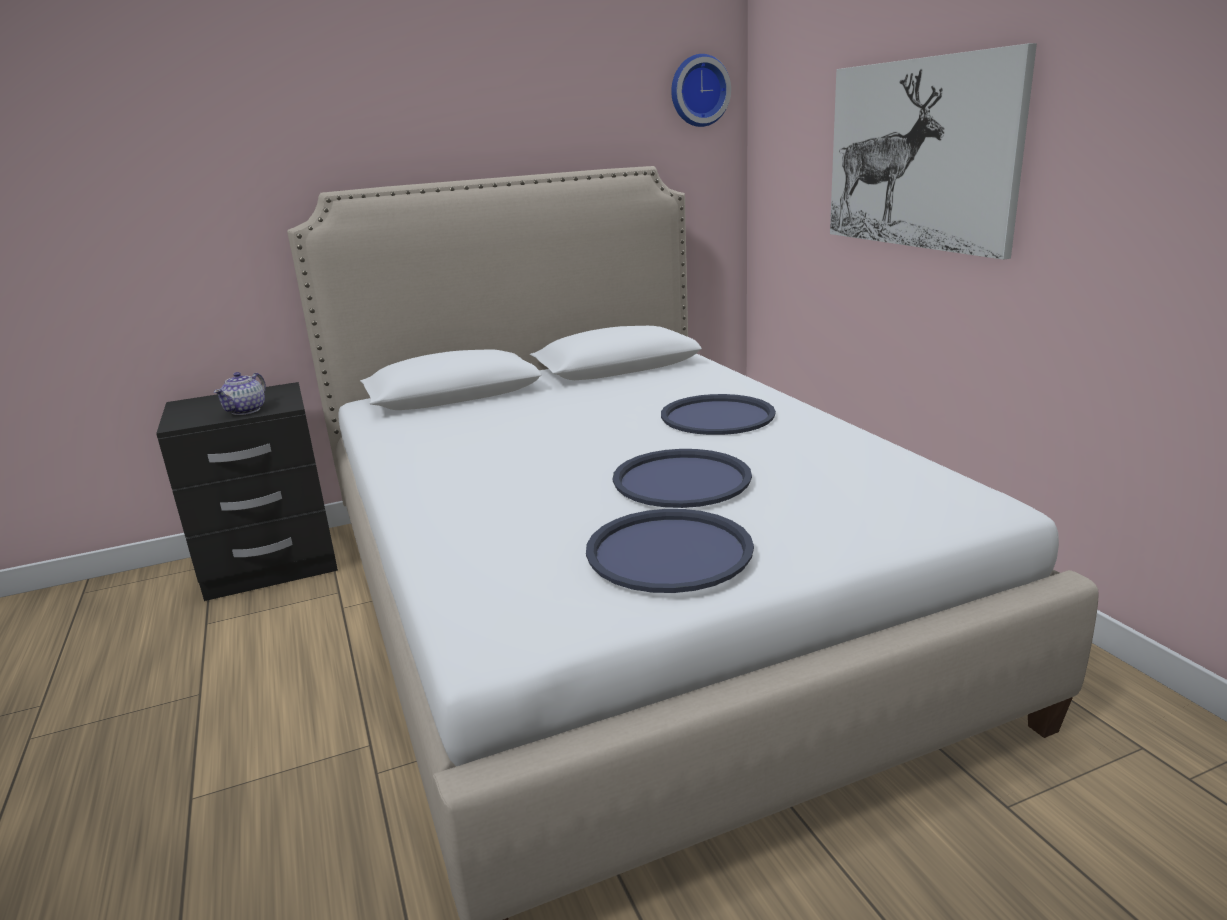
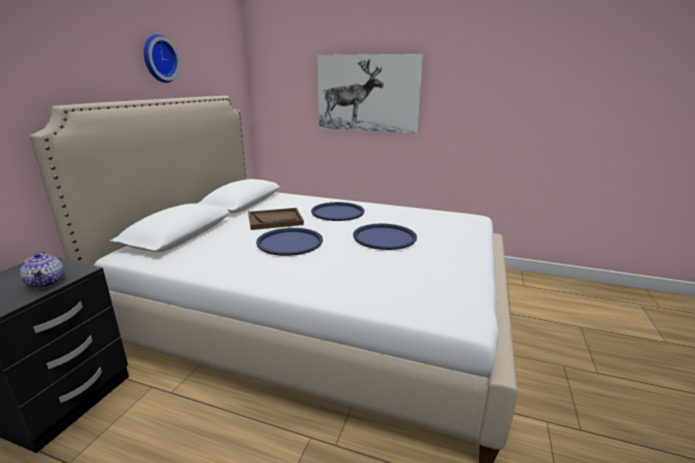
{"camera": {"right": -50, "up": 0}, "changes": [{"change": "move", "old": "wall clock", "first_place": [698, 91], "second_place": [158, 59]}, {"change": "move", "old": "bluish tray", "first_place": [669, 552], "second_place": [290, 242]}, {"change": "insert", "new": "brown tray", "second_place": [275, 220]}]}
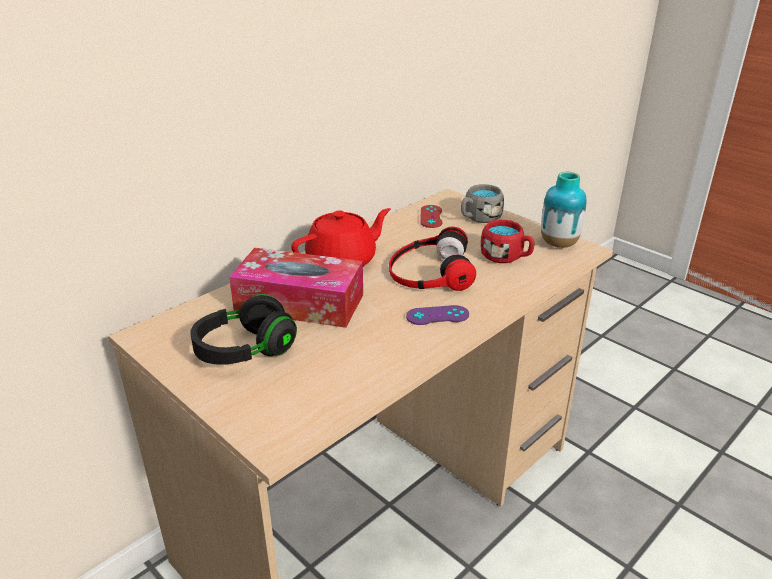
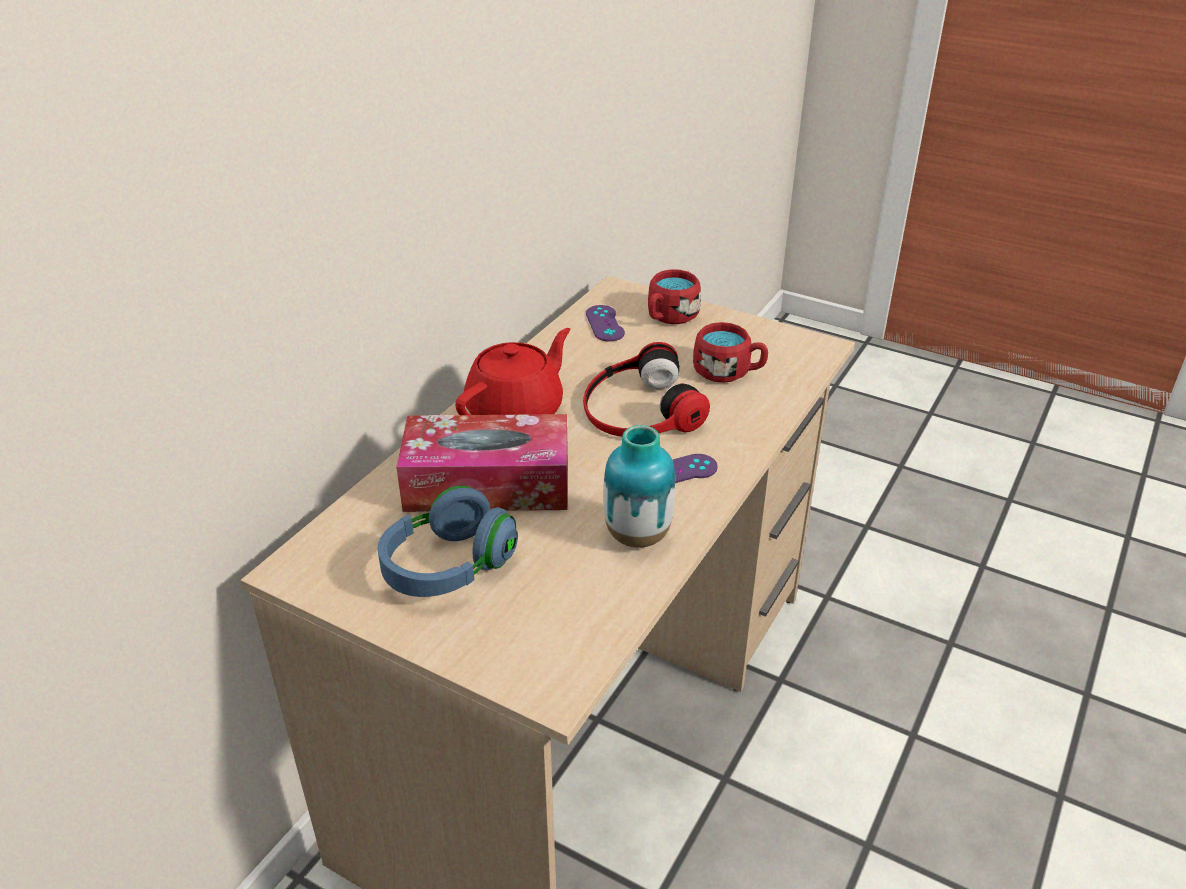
{"camera": {"right": -15, "up": 5}, "changes": [{"change": "move", "old": "decorative vase", "first_place": [558, 244], "second_place": [637, 535]}, {"change": "recolor", "old": "gray mug", "new": "red-coloured mug", "first_place": [479, 218], "second_place": [669, 317]}, {"change": "recolor", "old": "red-coloured gamepad", "new": "purple gamepad", "first_place": [431, 216], "second_place": [605, 323]}, {"change": "recolor", "old": "black headset", "new": "bluish headset", "first_place": [245, 350], "second_place": [448, 567]}]}
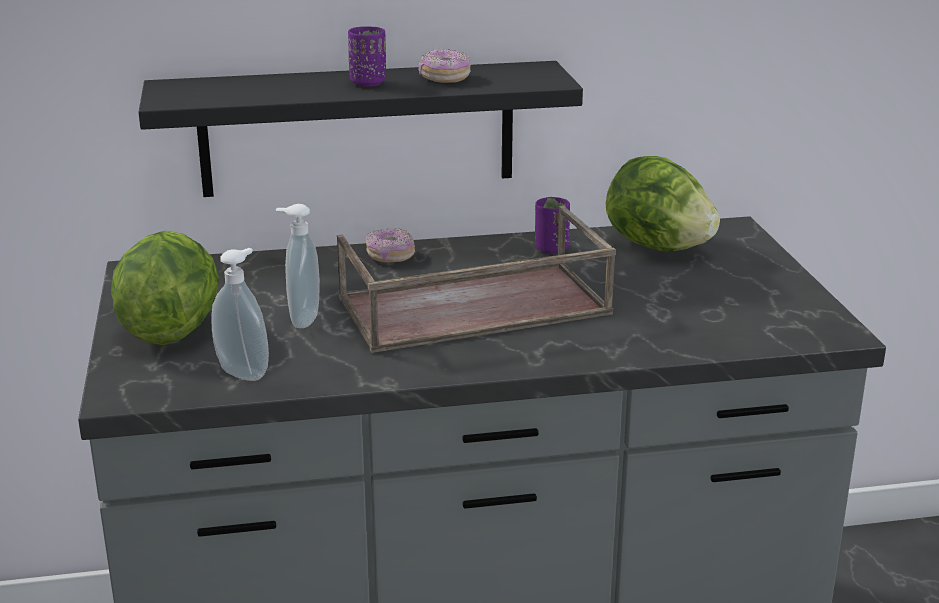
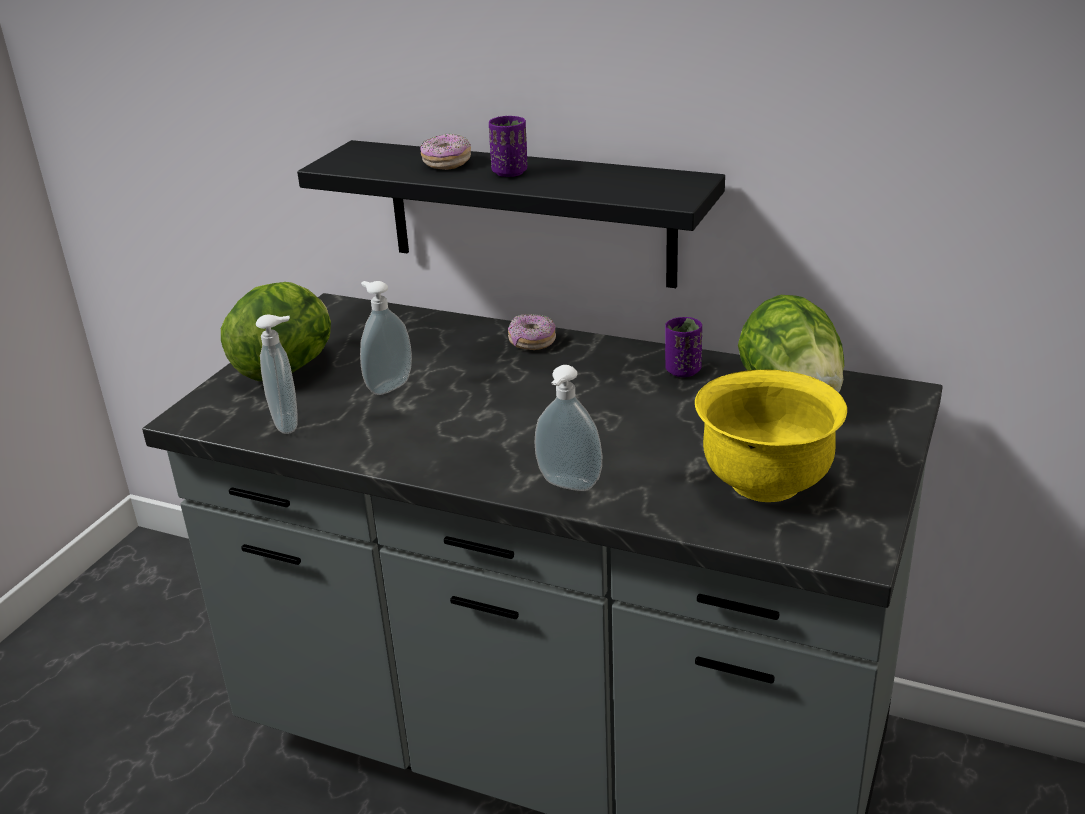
{"camera": {"right": 35, "up": 5}, "changes": [{"change": "move", "old": "donut", "first_place": [444, 78], "second_place": [447, 163]}, {"change": "delete", "old": "brown tray", "first_place": [472, 308]}, {"change": "insert", "new": "soap dispenser", "second_place": [567, 486]}, {"change": "insert", "new": "yellow serving bowl", "second_place": [766, 482]}]}
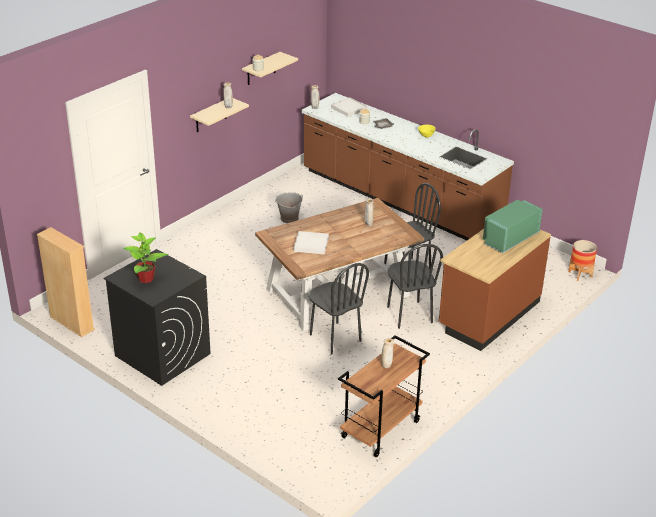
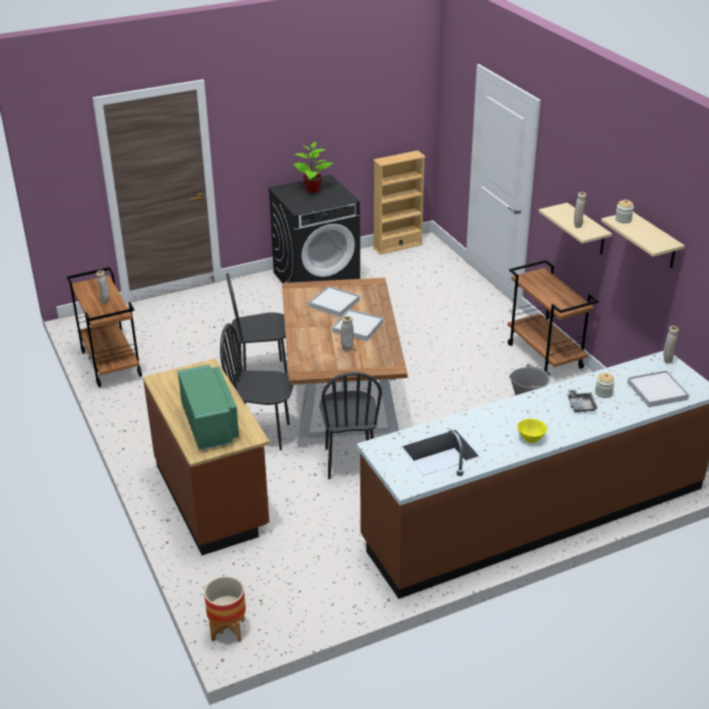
{"camera": {"right": 115, "up": 0}, "changes": [{"change": "insert", "new": "brown wheeled cart", "second_place": [545, 356]}, {"change": "insert", "new": "white tray", "second_place": [357, 327]}]}
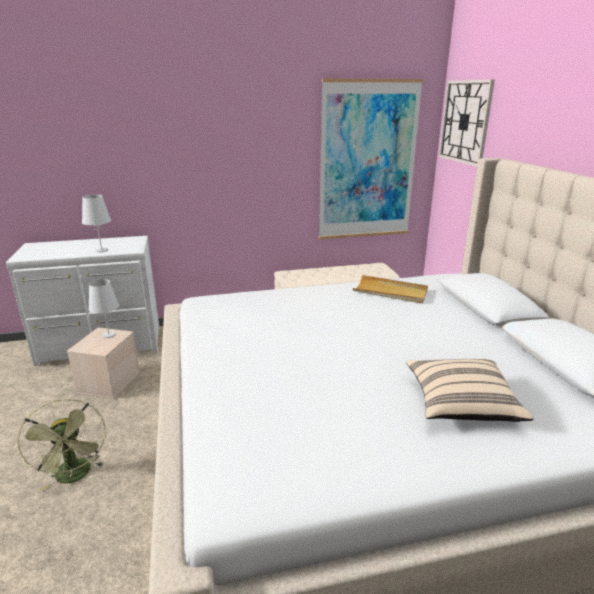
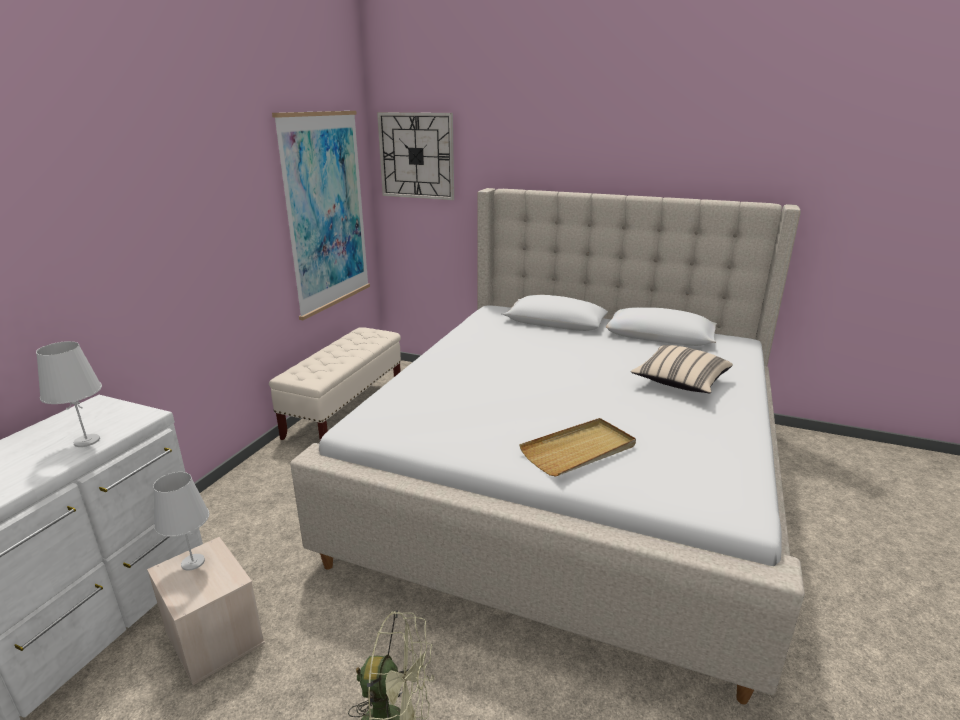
{"camera": {"right": -55, "up": 0}, "changes": [{"change": "move", "old": "beige tray", "first_place": [390, 292], "second_place": [579, 450]}]}
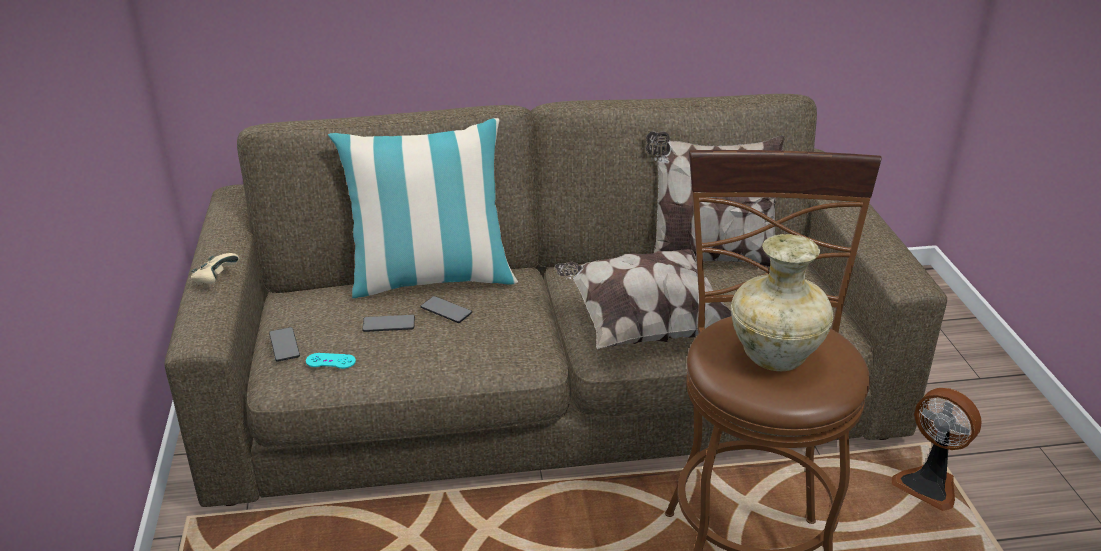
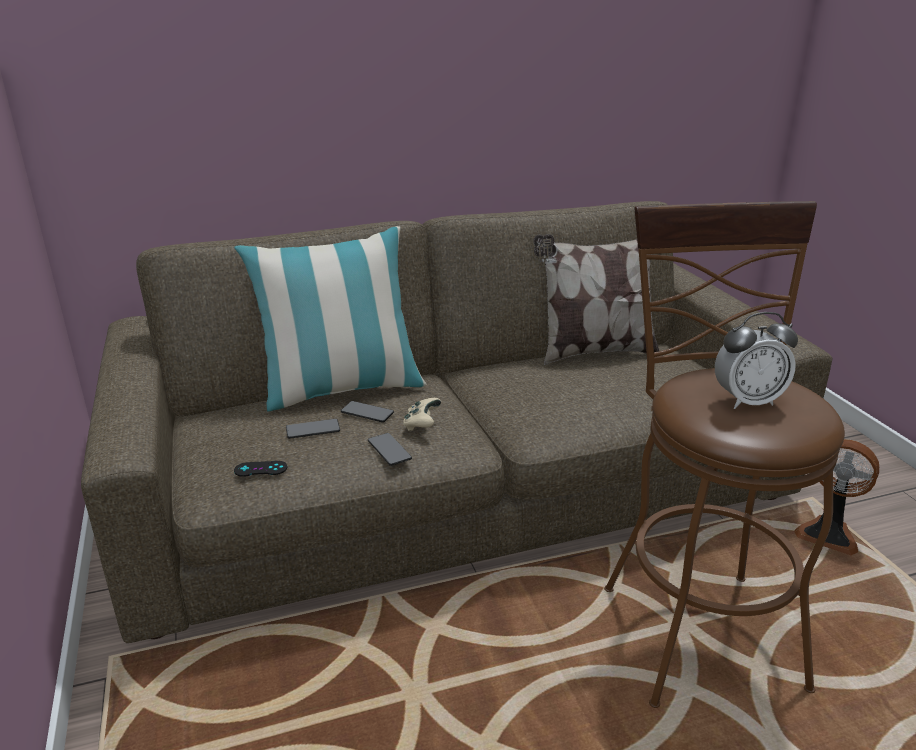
{"camera": {"right": -10, "up": -5}, "changes": [{"change": "replace", "old": "beige decorative vase", "new": "table clock", "first_place": [775, 355], "second_place": [747, 401]}, {"change": "delete", "old": "pillow", "first_place": [644, 324]}, {"change": "move", "old": "beige gamepad", "first_place": [215, 279], "second_place": [422, 424]}, {"change": "move", "old": "handset", "first_place": [284, 345], "second_place": [389, 450]}, {"change": "recolor", "old": "turquoise gamepad", "new": "black gamepad", "first_place": [330, 361], "second_place": [260, 469]}]}
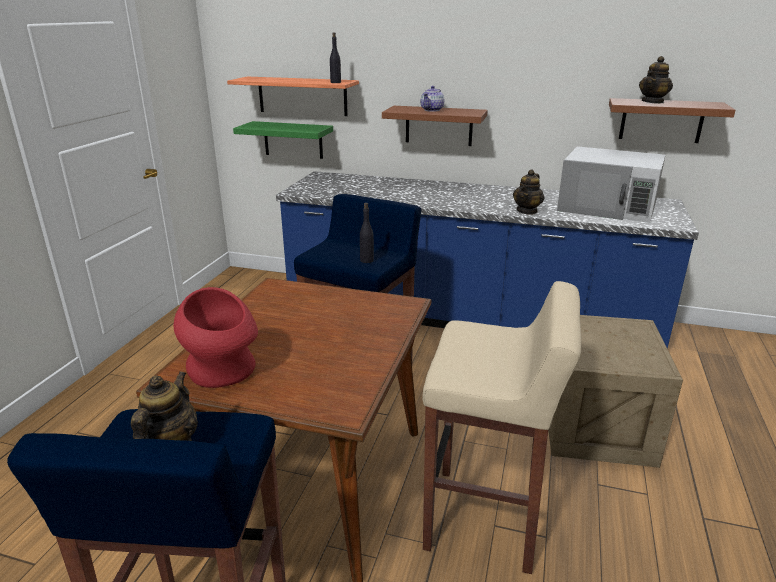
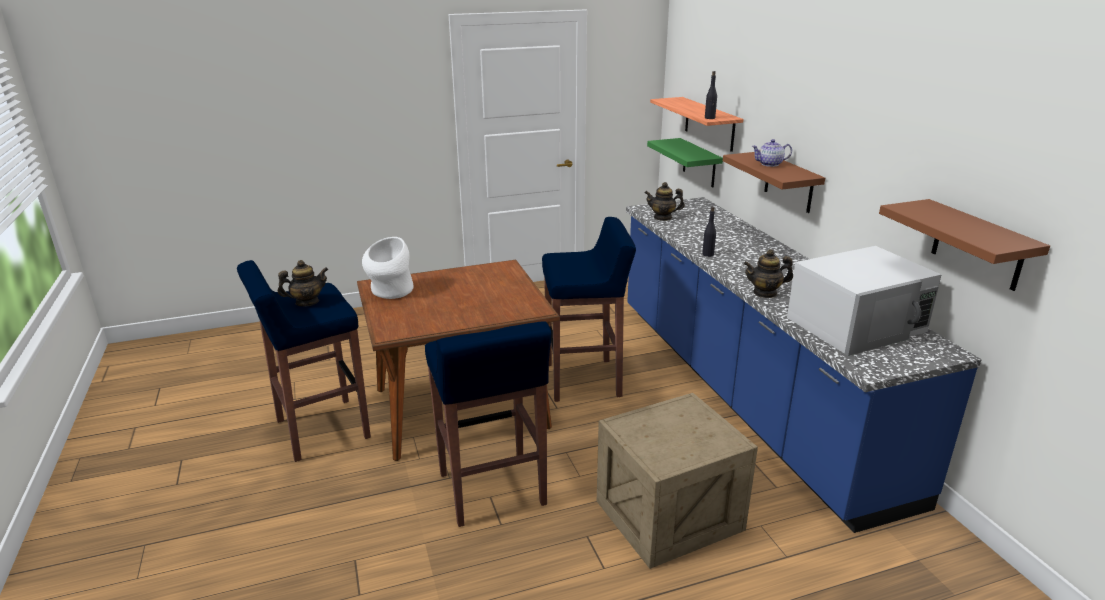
{"camera": {"right": 55, "up": 0}, "changes": [{"change": "move", "old": "tea pot", "first_place": [653, 102], "second_place": [663, 217]}, {"change": "rotate", "old": "white kitchen microwave", "first_place": [607, 207], "second_place": [857, 325], "degrees": -105}, {"change": "move", "old": "black drink bottle", "first_place": [367, 260], "second_place": [708, 254]}, {"change": "recolor", "old": "beige stool seat", "new": "bluish stool seat", "first_place": [485, 519], "second_place": [492, 490]}, {"change": "recolor", "old": "red-coloured decorative vase", "new": "white decorative vase", "first_place": [224, 374], "second_place": [390, 292]}]}
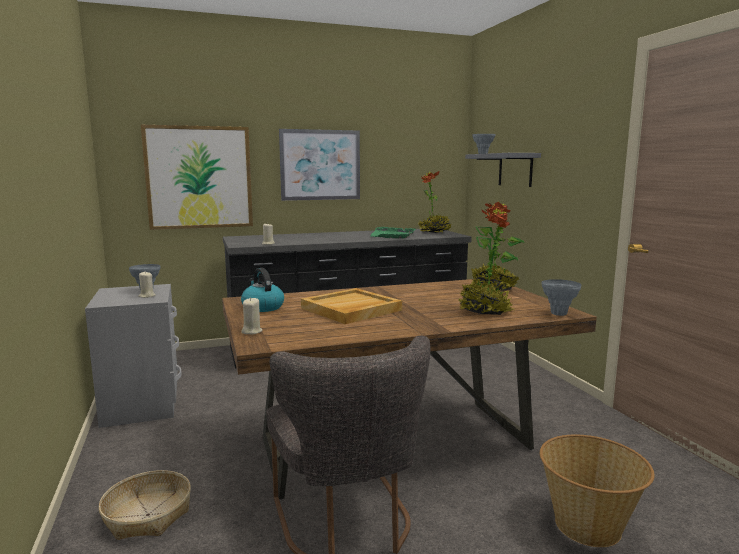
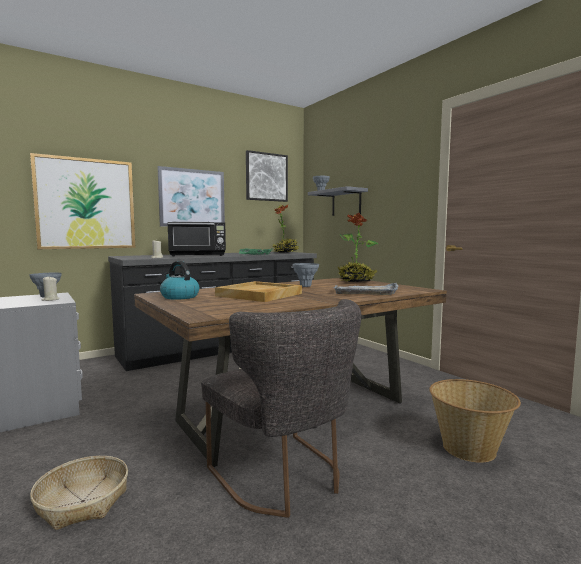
{"camera": {"right": -15, "up": -5}, "changes": [{"change": "replace", "old": "potted plant", "new": "gray tray", "first_place": [485, 312], "second_place": [366, 291]}, {"change": "move", "old": "gray decorative vase", "first_place": [559, 314], "second_place": [305, 286]}, {"change": "delete", "old": "beige wax candle", "first_place": [251, 331]}, {"change": "insert", "new": "picture", "second_place": [266, 177]}, {"change": "insert", "new": "black kitchen microwave", "second_place": [198, 255]}]}
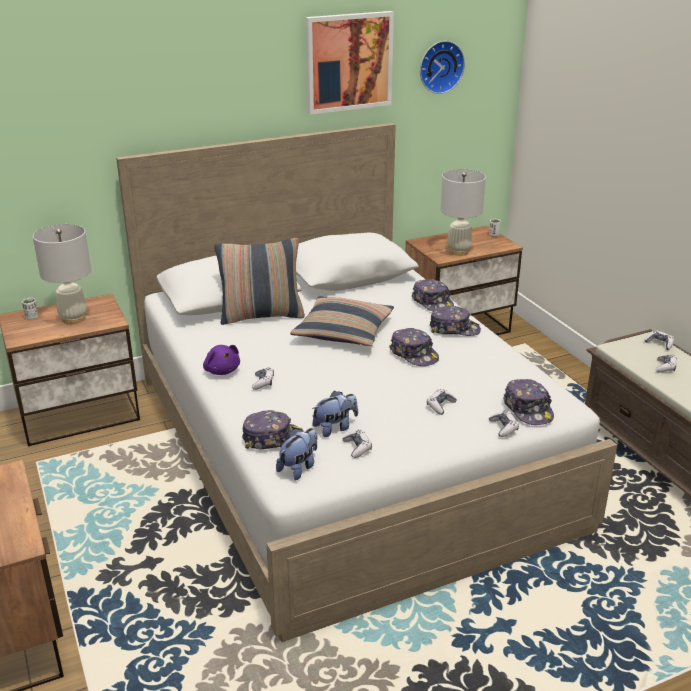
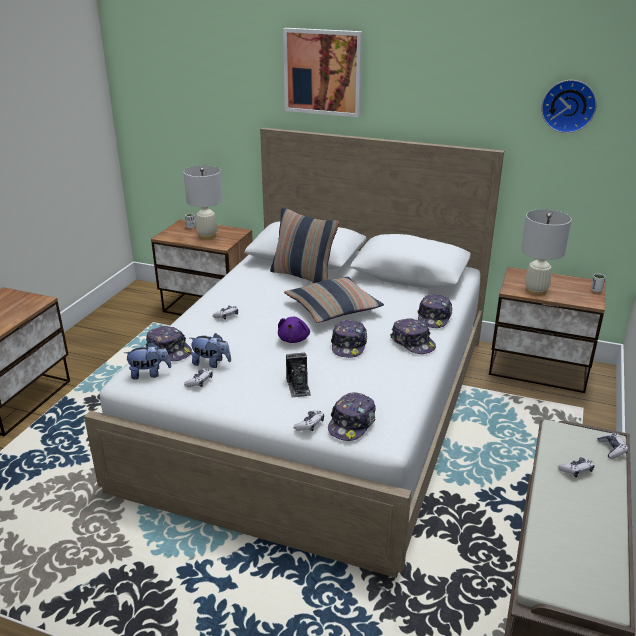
{"camera": {"right": 45, "up": 0}, "changes": [{"change": "move", "old": "picture", "first_place": [348, 62], "second_place": [323, 72]}, {"change": "move", "old": "purple cuddly toy", "first_place": [221, 370], "second_place": [294, 339]}, {"change": "replace", "old": "gamepad", "new": "photo camera", "first_place": [440, 405], "second_place": [298, 386]}]}
